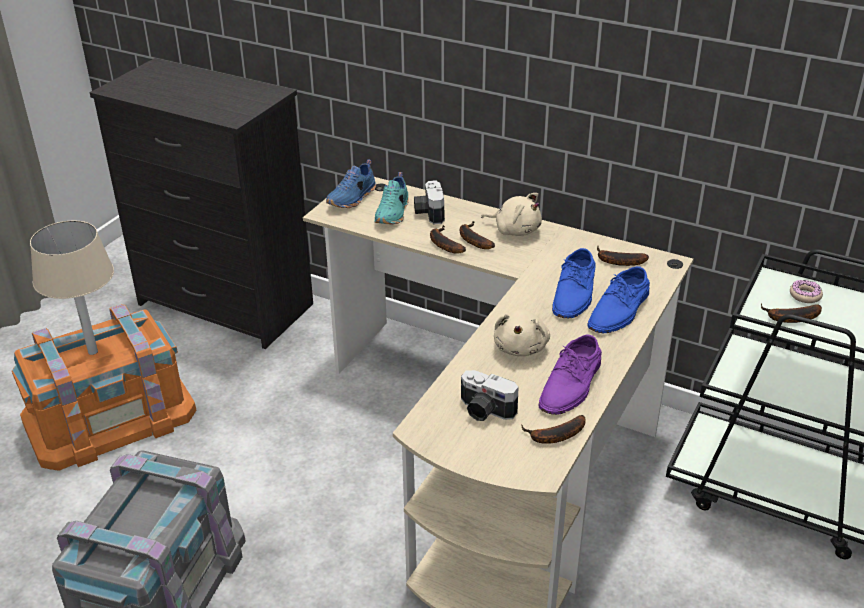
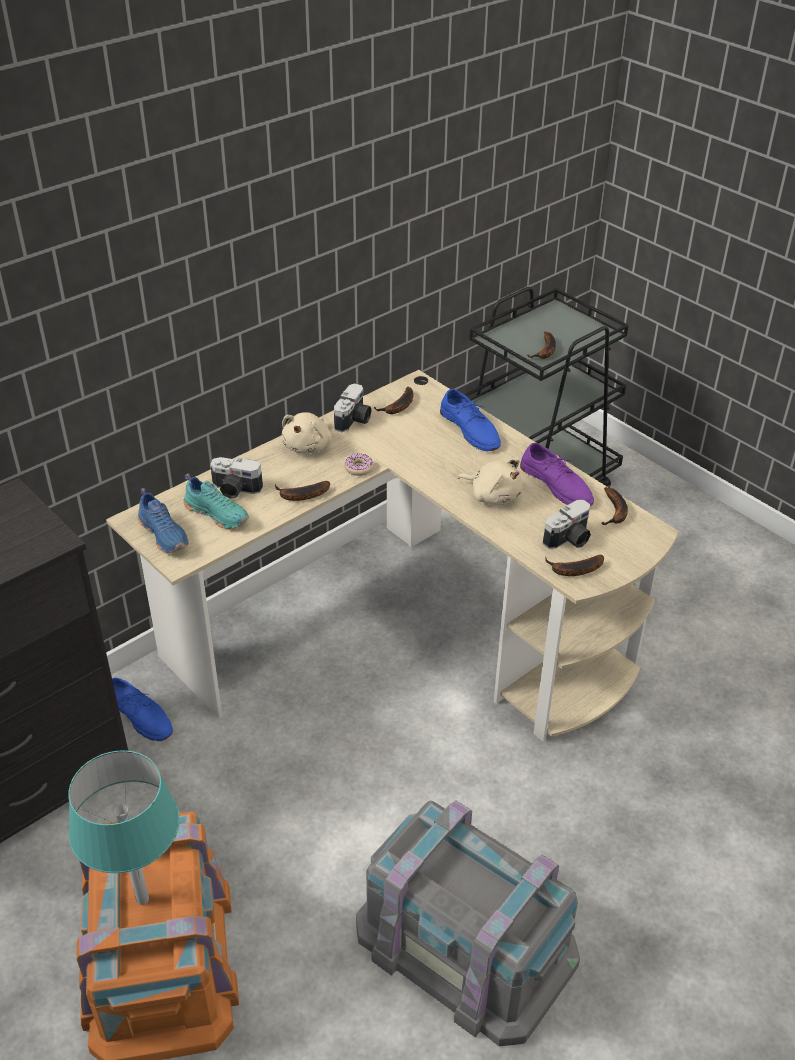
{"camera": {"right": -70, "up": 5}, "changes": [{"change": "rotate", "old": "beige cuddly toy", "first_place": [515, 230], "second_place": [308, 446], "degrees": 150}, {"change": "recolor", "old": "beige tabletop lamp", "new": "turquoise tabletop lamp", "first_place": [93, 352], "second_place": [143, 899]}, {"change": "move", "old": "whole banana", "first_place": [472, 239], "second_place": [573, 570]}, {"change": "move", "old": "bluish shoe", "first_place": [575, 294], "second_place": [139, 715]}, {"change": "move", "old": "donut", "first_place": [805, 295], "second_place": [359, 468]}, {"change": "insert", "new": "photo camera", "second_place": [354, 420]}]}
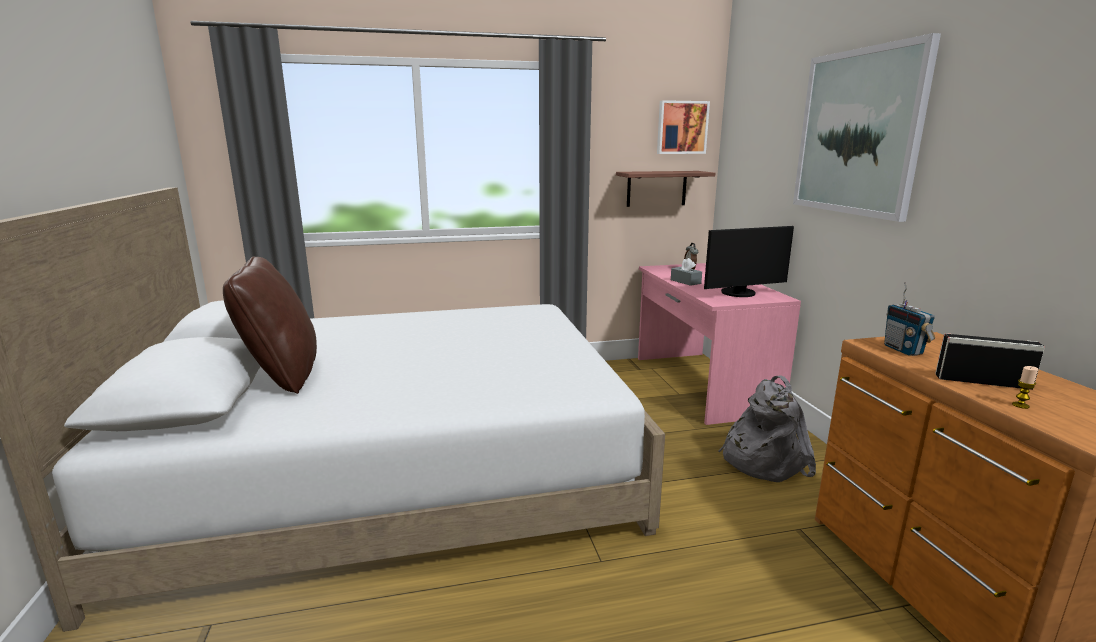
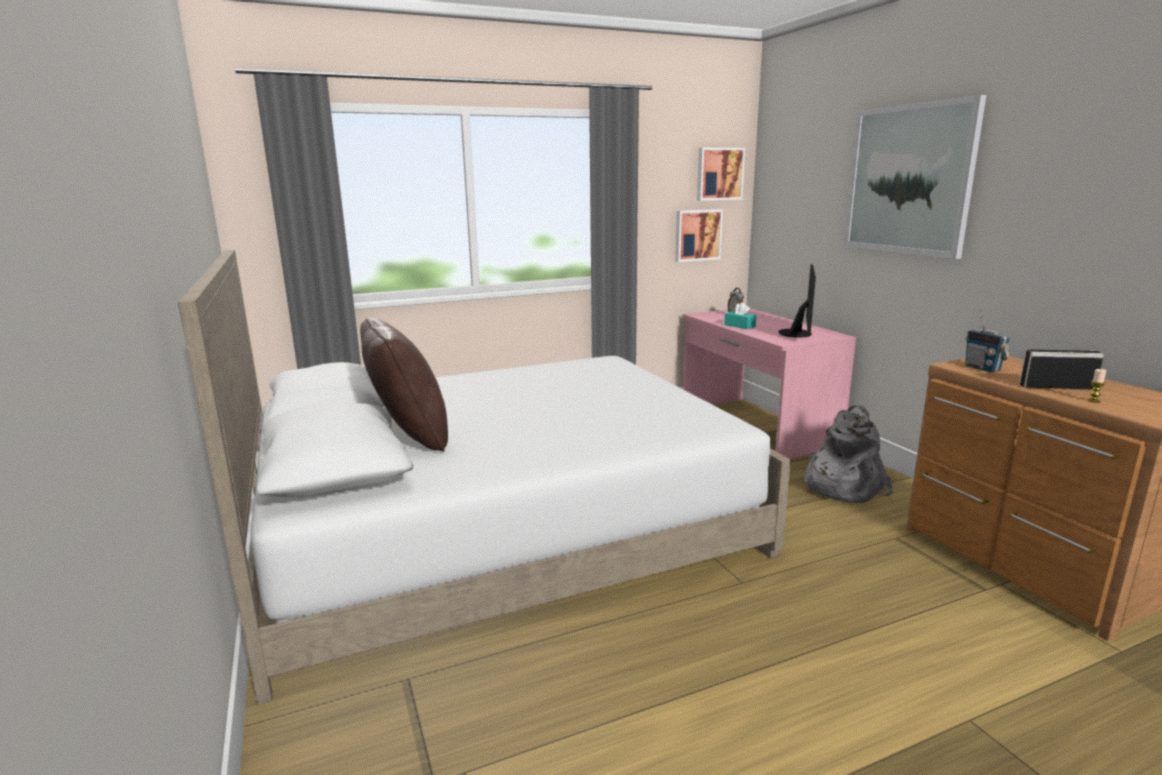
{"camera": {"right": -10, "up": 0}, "changes": [{"change": "replace", "old": "bracket shelf", "new": "picture", "first_place": [656, 188], "second_place": [697, 235]}, {"change": "rotate", "old": "computer screen", "first_place": [740, 294], "second_place": [798, 334], "degrees": -45}, {"change": "recolor", "old": "gray tissue box", "new": "turquoise tissue box", "first_place": [685, 281], "second_place": [739, 326]}]}
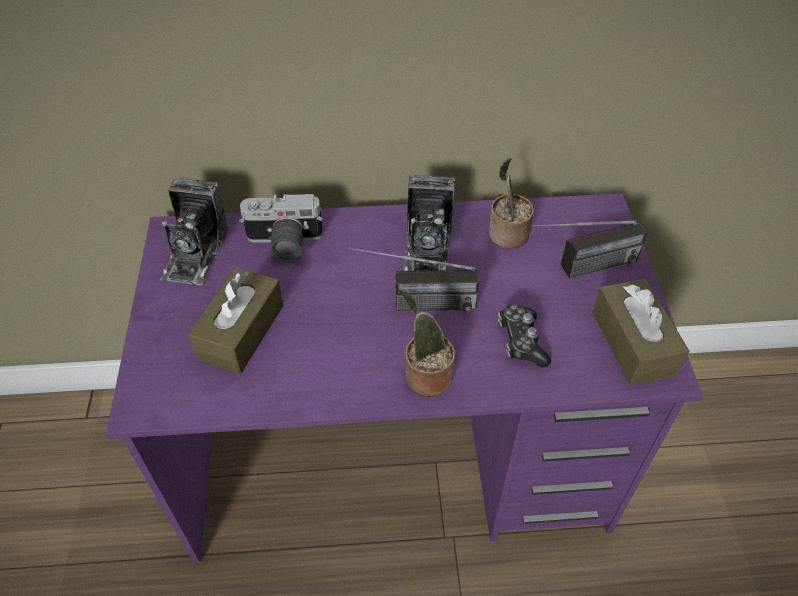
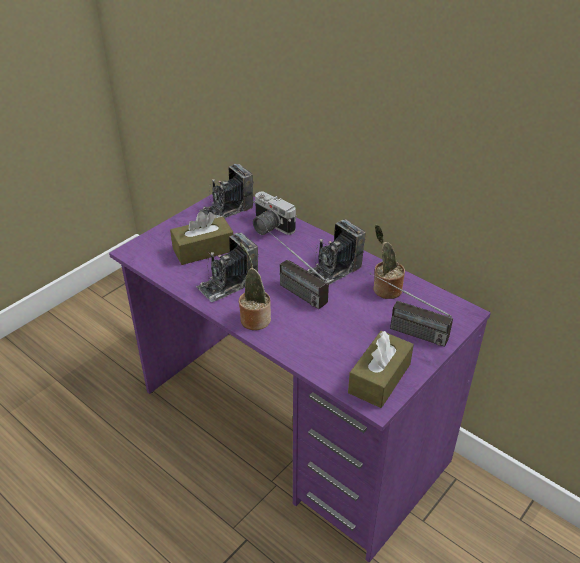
{"camera": {"right": 45, "up": -10}, "changes": [{"change": "delete", "old": "gamepad", "first_place": [521, 341]}, {"change": "insert", "new": "photo camera", "second_place": [228, 284]}]}
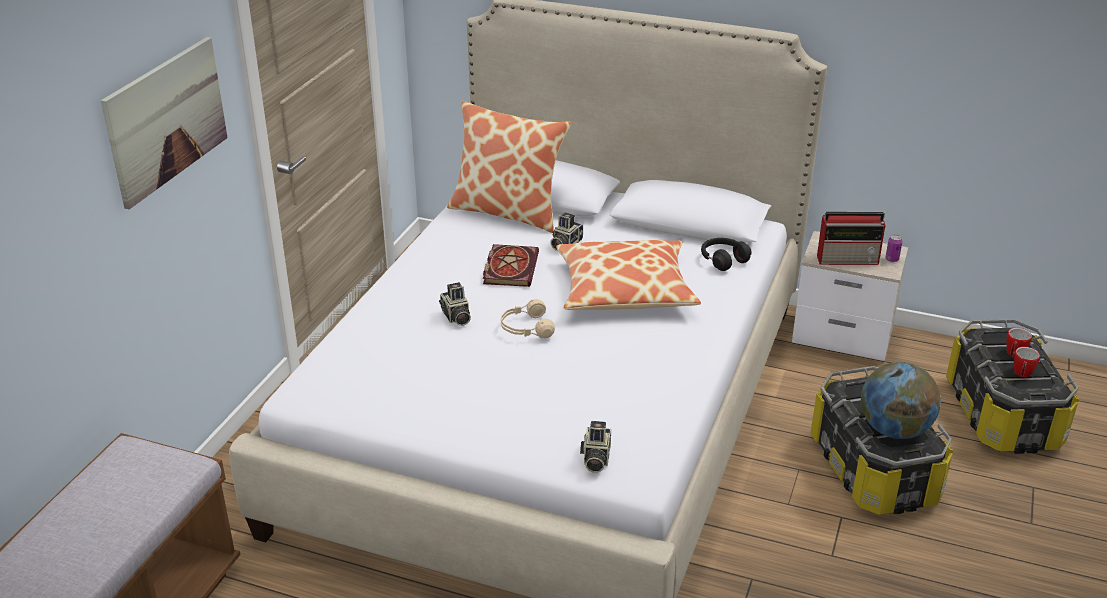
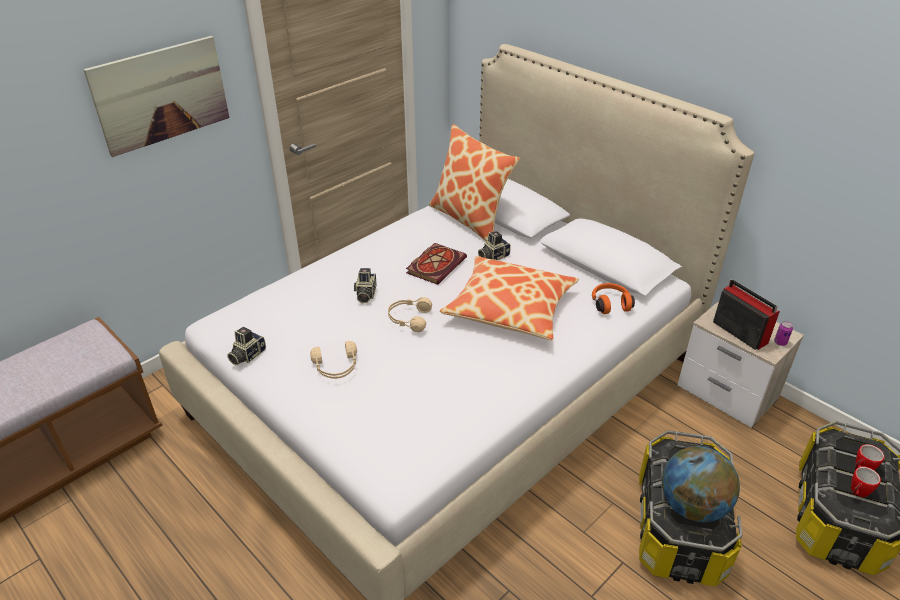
{"camera": {"right": 25, "up": 5}, "changes": [{"change": "rotate", "old": "radio receiver", "first_place": [849, 259], "second_place": [738, 331], "degrees": -150}, {"change": "recolor", "old": "black headset", "new": "orange-coloured headset", "first_place": [722, 260], "second_place": [610, 304]}, {"change": "move", "old": "photo camera", "first_place": [595, 459], "second_place": [246, 355]}, {"change": "insert", "new": "beige headset", "second_place": [336, 367]}]}
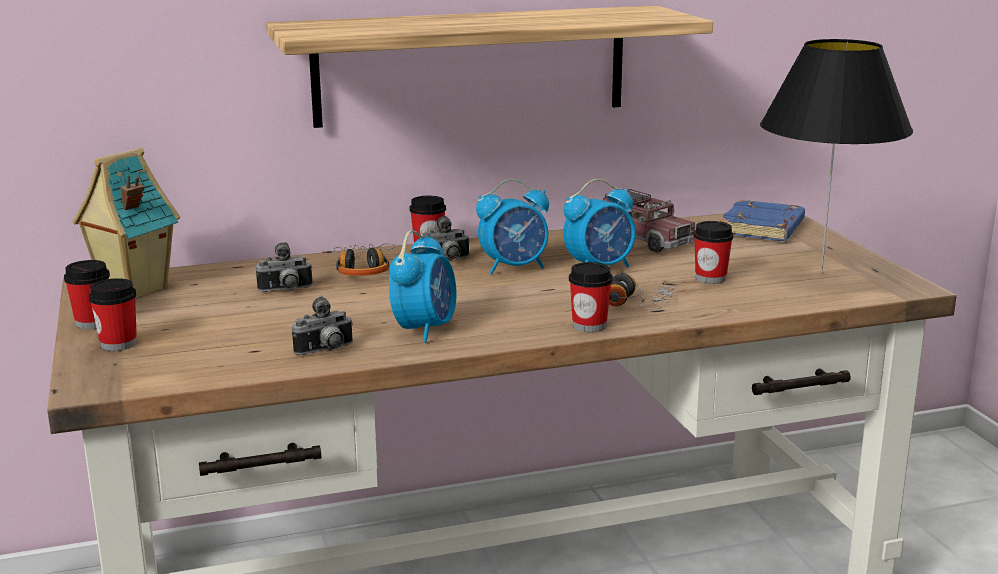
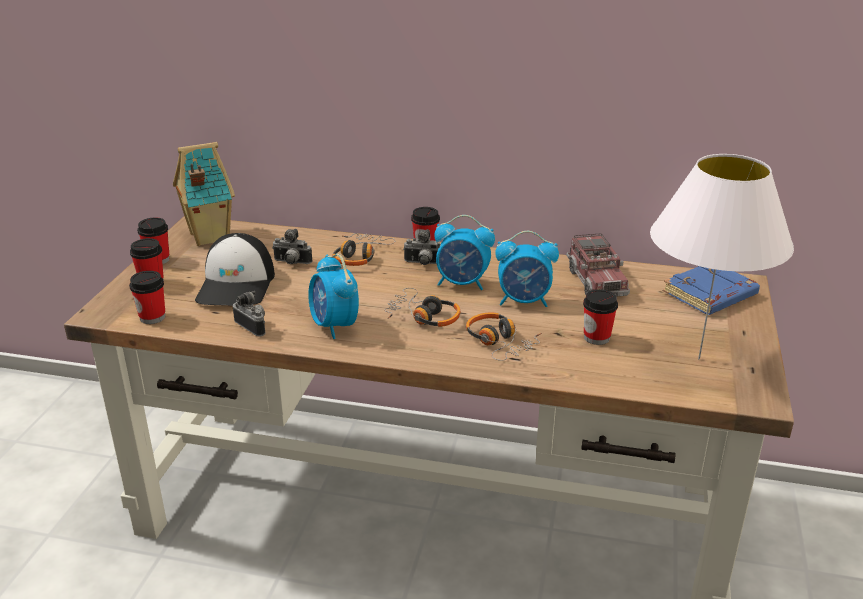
{"camera": {"right": 30, "up": 10}, "changes": [{"change": "delete", "old": "bracket shelf", "first_place": [471, 65]}, {"change": "recolor", "old": "black tabletop lamp", "new": "white tabletop lamp", "first_place": [821, 273], "second_place": [698, 359]}, {"change": "rotate", "old": "table clock", "first_place": [425, 329], "second_place": [334, 326], "degrees": 105}, {"change": "move", "old": "drinking cup", "first_place": [589, 325], "second_place": [152, 317]}, {"change": "rotate", "old": "photo camera", "first_place": [326, 351], "second_place": [254, 326], "degrees": -135}, {"change": "insert", "new": "peaked cap", "second_place": [237, 285]}, {"change": "insert", "new": "headset", "second_place": [423, 317]}]}
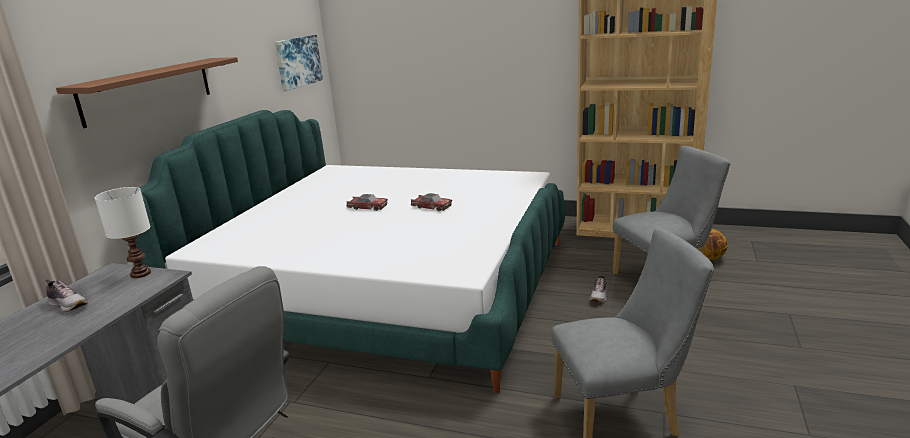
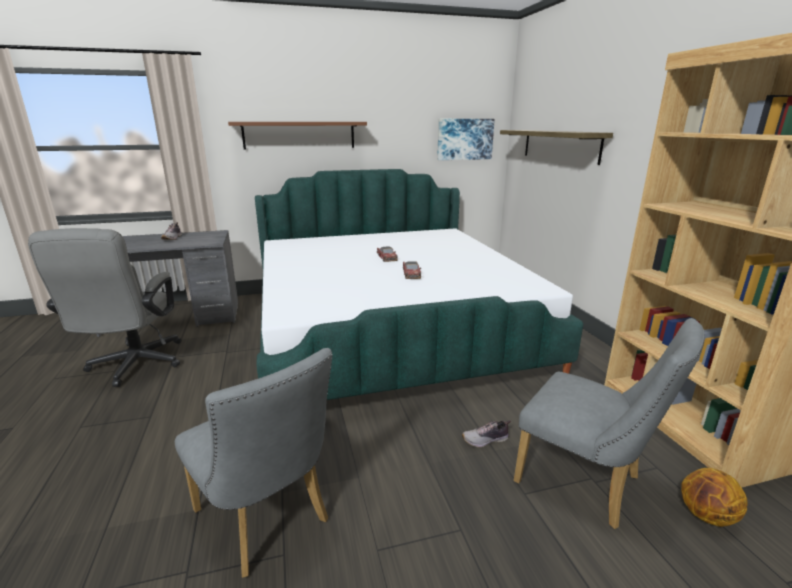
{"camera": {"right": 55, "up": 0}, "changes": [{"change": "delete", "old": "white tabletop lamp", "first_place": [141, 274]}, {"change": "insert", "new": "bracket shelf", "second_place": [560, 145]}]}
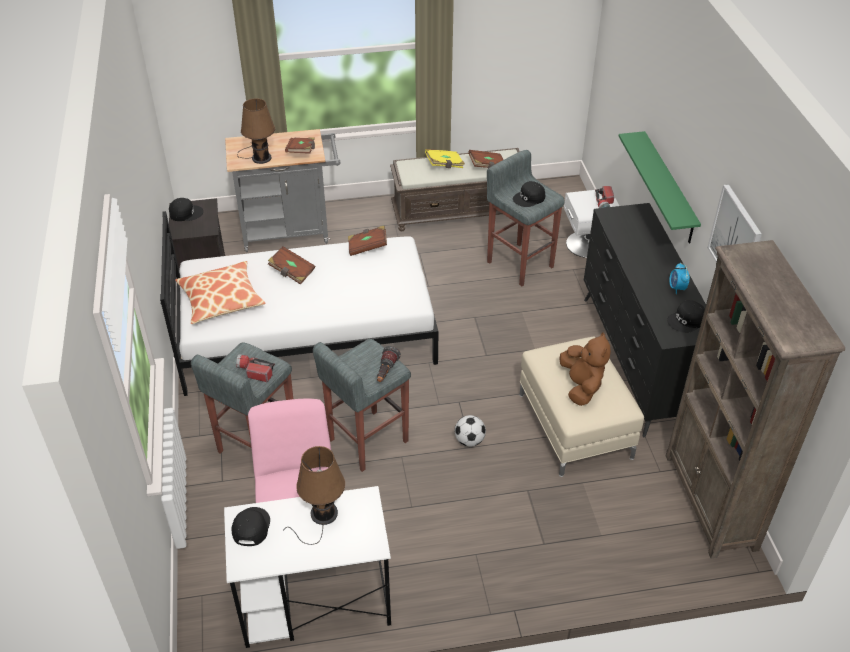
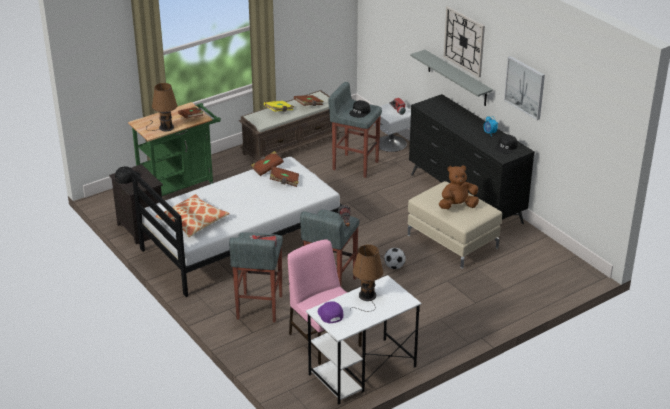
{"camera": {"right": -25, "up": -10}, "changes": [{"change": "recolor", "old": "gray wheeled cart", "new": "greenish wheeled cart", "first_place": [291, 231], "second_place": [180, 186]}, {"change": "recolor", "old": "greenish bracket shelf", "new": "gray bracket shelf", "first_place": [668, 188], "second_place": [457, 78]}, {"change": "delete", "old": "brown shelving unit", "first_place": [710, 502]}, {"change": "move", "old": "brown book", "first_place": [292, 272], "second_place": [284, 182]}, {"change": "rotate", "old": "brown cuddly toy", "first_place": [581, 386], "second_place": [457, 206], "degrees": -75}, {"change": "recolor", "old": "black peaked cap", "new": "purple peaked cap", "first_place": [250, 527], "second_place": [330, 314]}, {"change": "insert", "new": "wall clock", "second_place": [464, 41]}]}
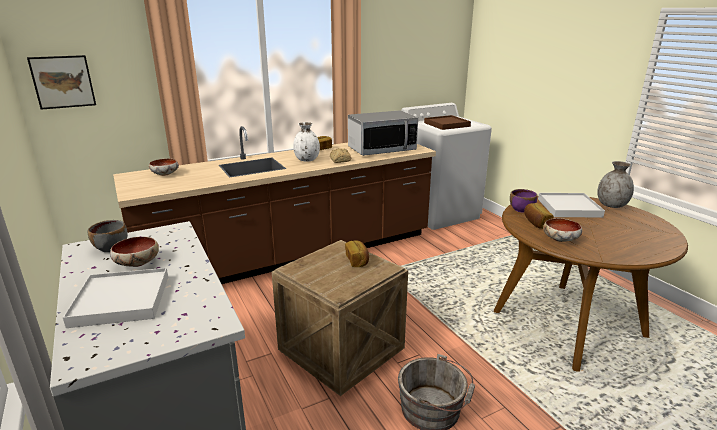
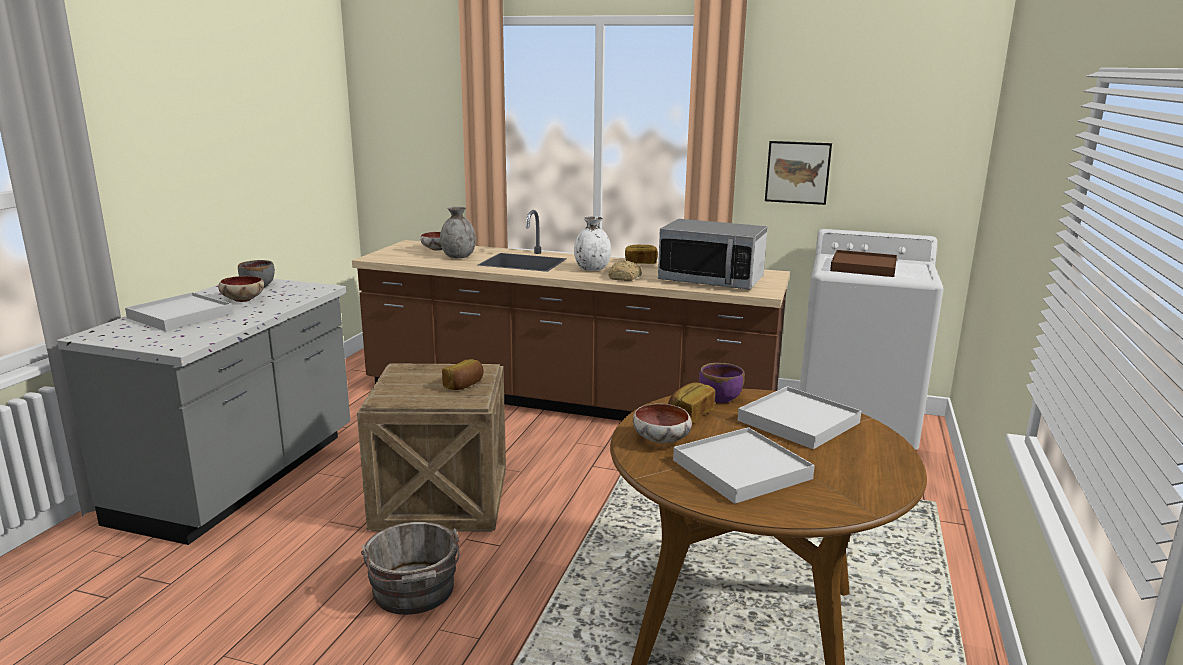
{"camera": {"right": 45, "up": -5}, "changes": [{"change": "move", "old": "picture", "first_place": [63, 82], "second_place": [797, 172]}, {"change": "move", "old": "gray decorative vase", "first_place": [611, 205], "second_place": [459, 257]}, {"change": "insert", "new": "white tray", "second_place": [741, 469]}]}
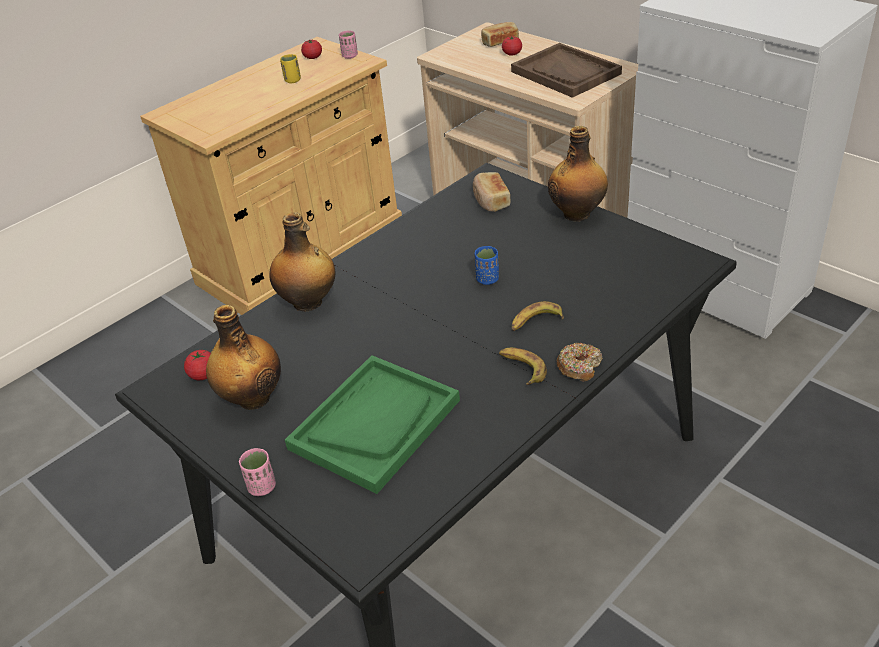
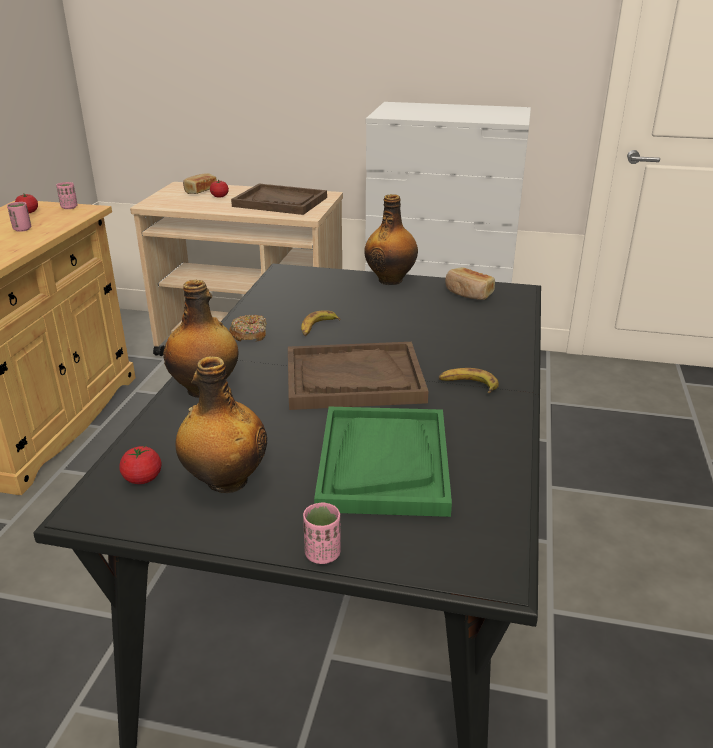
{"camera": {"right": -35, "up": -10}, "changes": [{"change": "recolor", "old": "yellow drinking cup", "new": "pink-coloured drinking cup", "first_place": [292, 80], "second_place": [22, 229]}, {"change": "move", "old": "bakery bread", "first_place": [490, 201], "second_place": [468, 293]}, {"change": "delete", "old": "bluish drinking cup", "first_place": [487, 279]}, {"change": "move", "old": "whole banana", "first_place": [536, 322], "second_place": [317, 328]}, {"change": "move", "old": "donut", "first_place": [579, 367], "second_place": [249, 334]}, {"change": "insert", "new": "brown tray", "second_place": [353, 379]}]}
